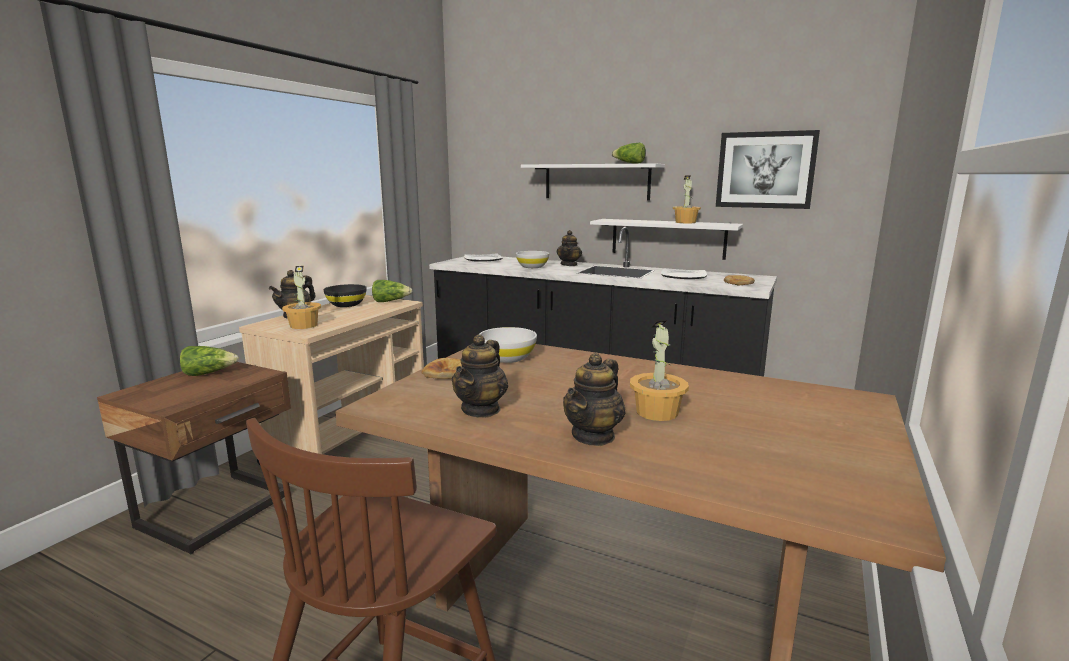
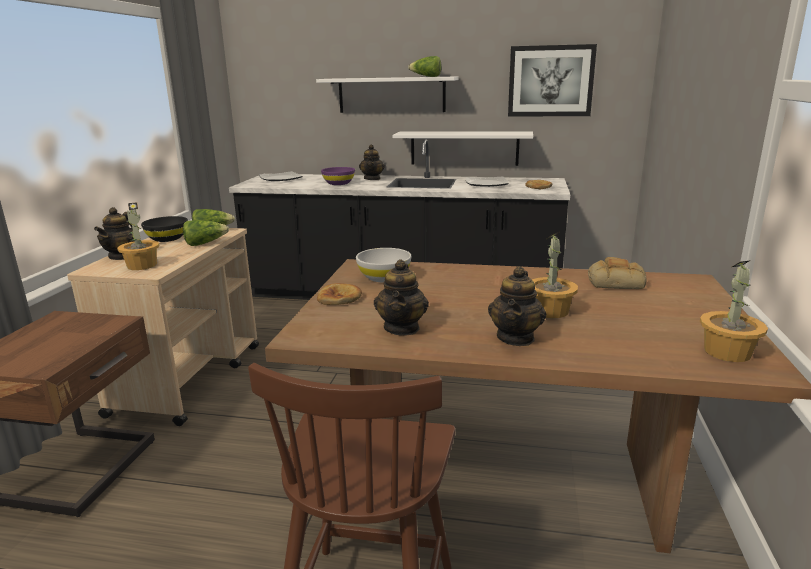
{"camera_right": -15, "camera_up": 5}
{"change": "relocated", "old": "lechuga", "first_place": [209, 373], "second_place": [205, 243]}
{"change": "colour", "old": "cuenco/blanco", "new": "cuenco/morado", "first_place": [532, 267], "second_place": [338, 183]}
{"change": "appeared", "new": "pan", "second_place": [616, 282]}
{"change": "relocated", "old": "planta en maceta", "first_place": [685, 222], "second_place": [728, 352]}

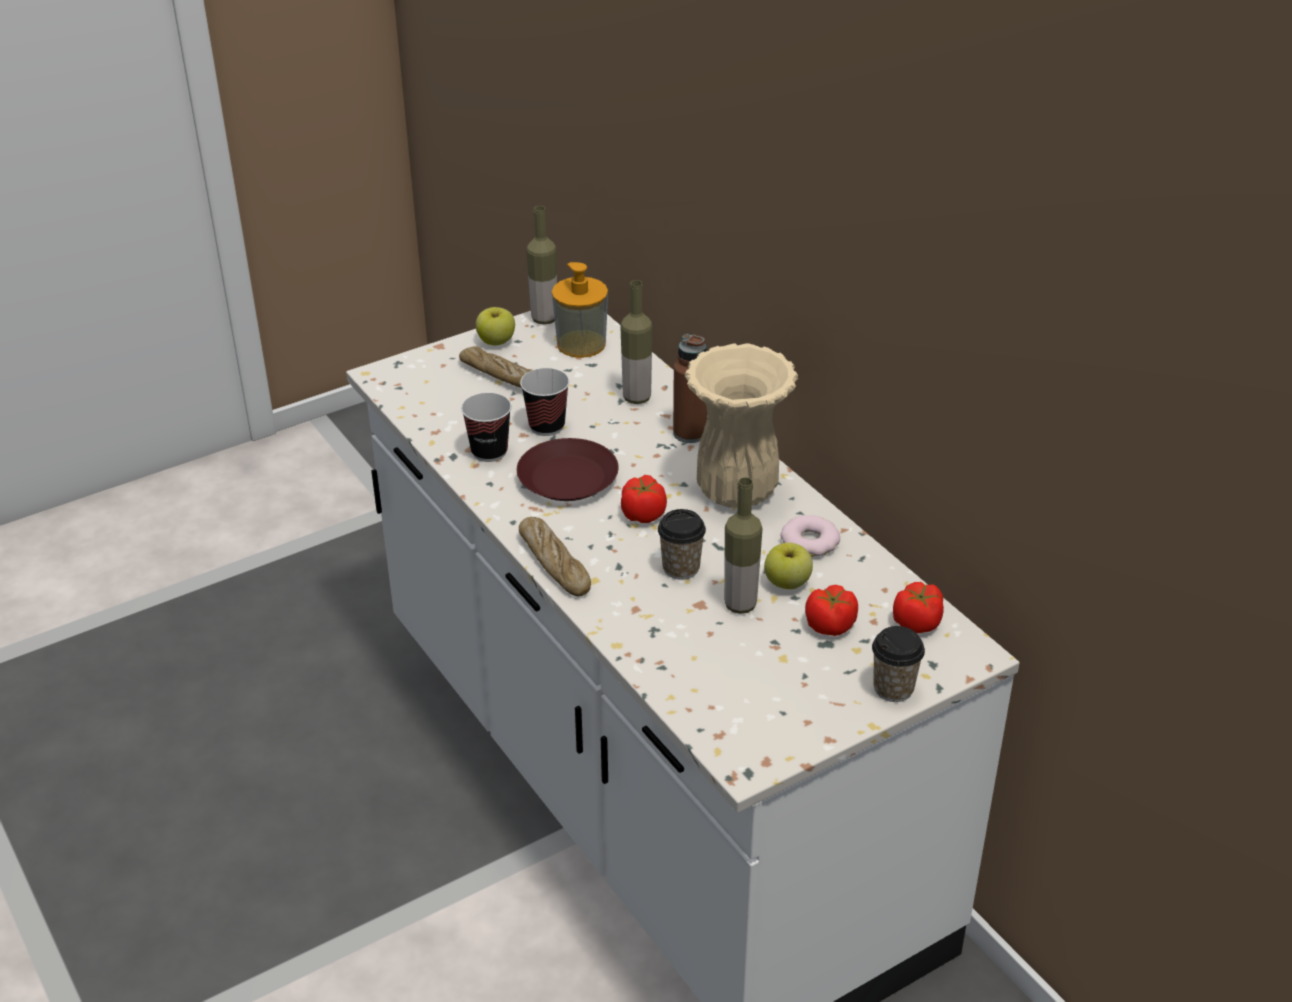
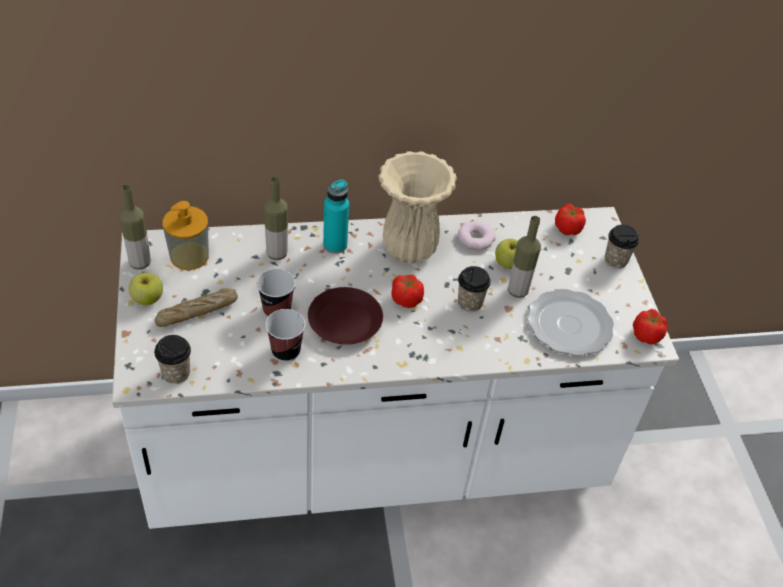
{"camera_right": -70, "camera_up": 10}
{"change": "appeared", "new": "taza", "second_place": [176, 373]}
{"change": "colour", "old": "botella/marrón", "new": "botella/turquesa", "first_place": [690, 433], "second_place": [335, 245]}
{"change": "appeared", "new": "plato", "second_place": [570, 325]}
{"change": "relocated", "old": "tomate", "first_place": [830, 625], "second_place": [646, 335]}
{"change": "missing", "old": "pan", "first_place": [554, 564]}

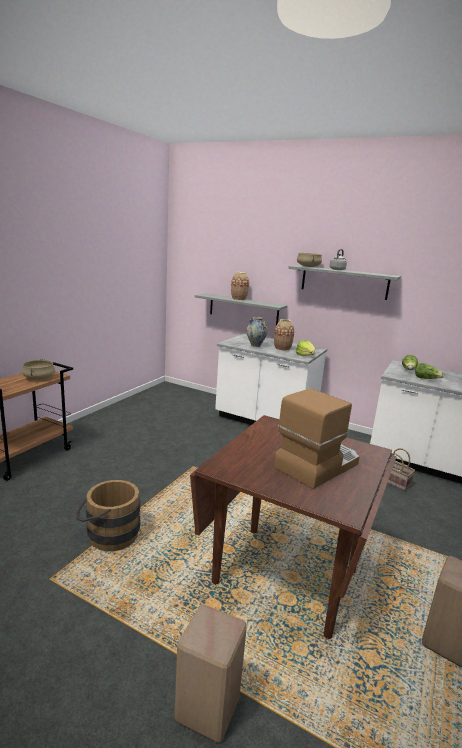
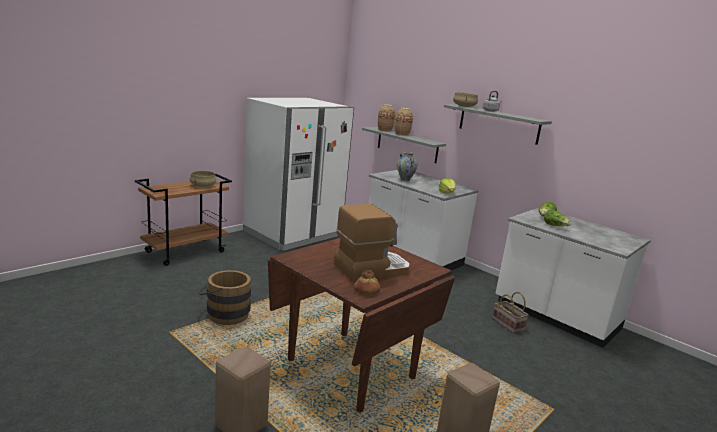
{"camera_right": 15, "camera_up": 0}
{"change": "appeared", "new": "nevera/blanco", "second_place": [293, 234]}
{"change": "appeared", "new": "pan", "second_place": [367, 290]}
{"change": "relocated", "old": "florero", "first_place": [282, 348], "second_place": [384, 130]}

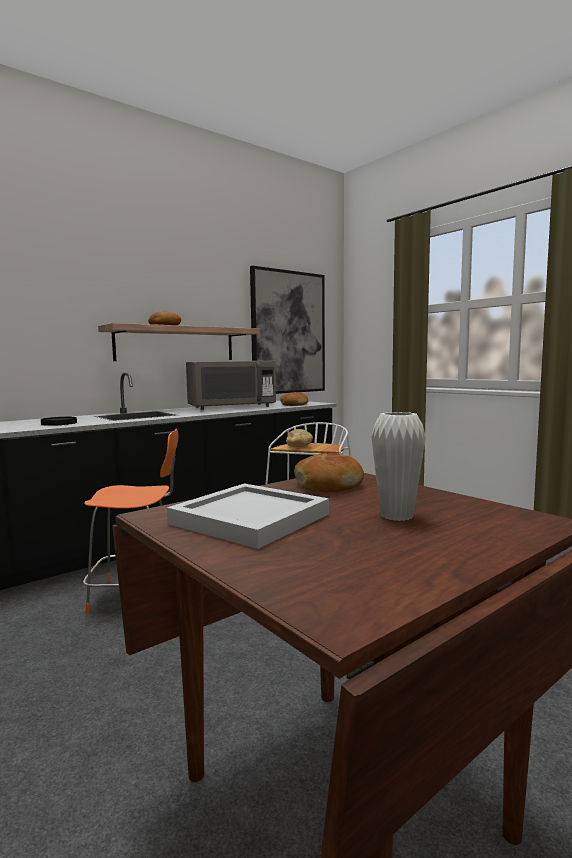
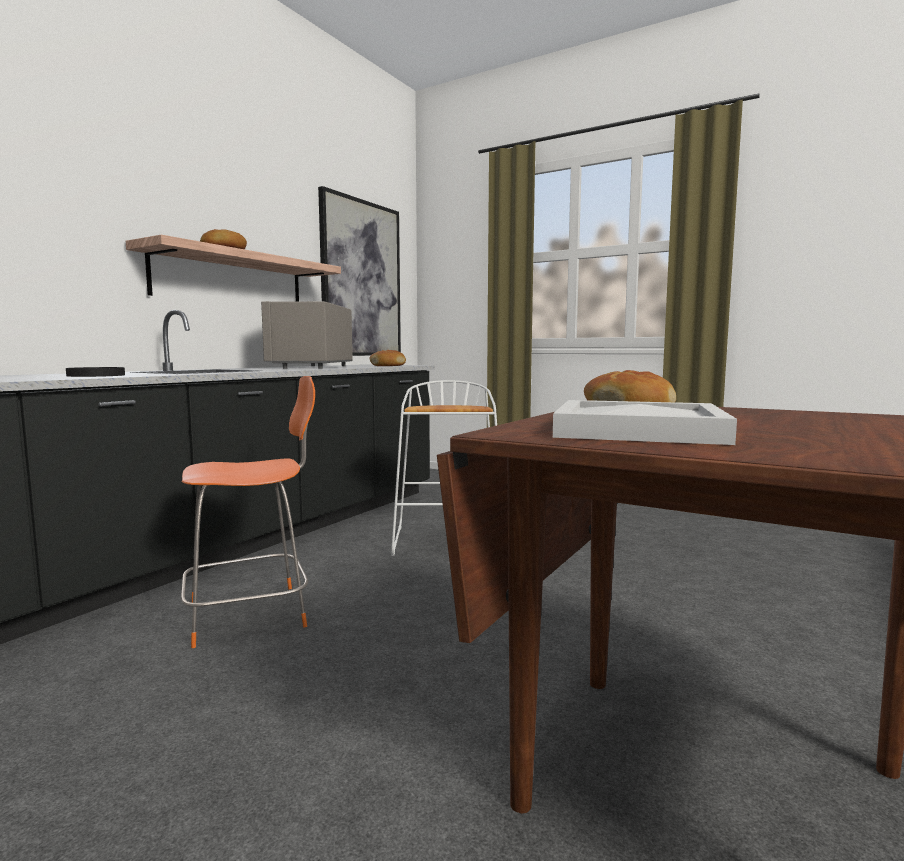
{"camera_right": -20, "camera_up": 0}
{"change": "spun", "old": "microondas/gris", "first_place": [231, 407], "second_place": [312, 367], "degrees": 135}
{"change": "missing", "old": "pan", "first_place": [299, 446]}
{"change": "missing", "old": "florero/blanco", "first_place": [396, 516]}

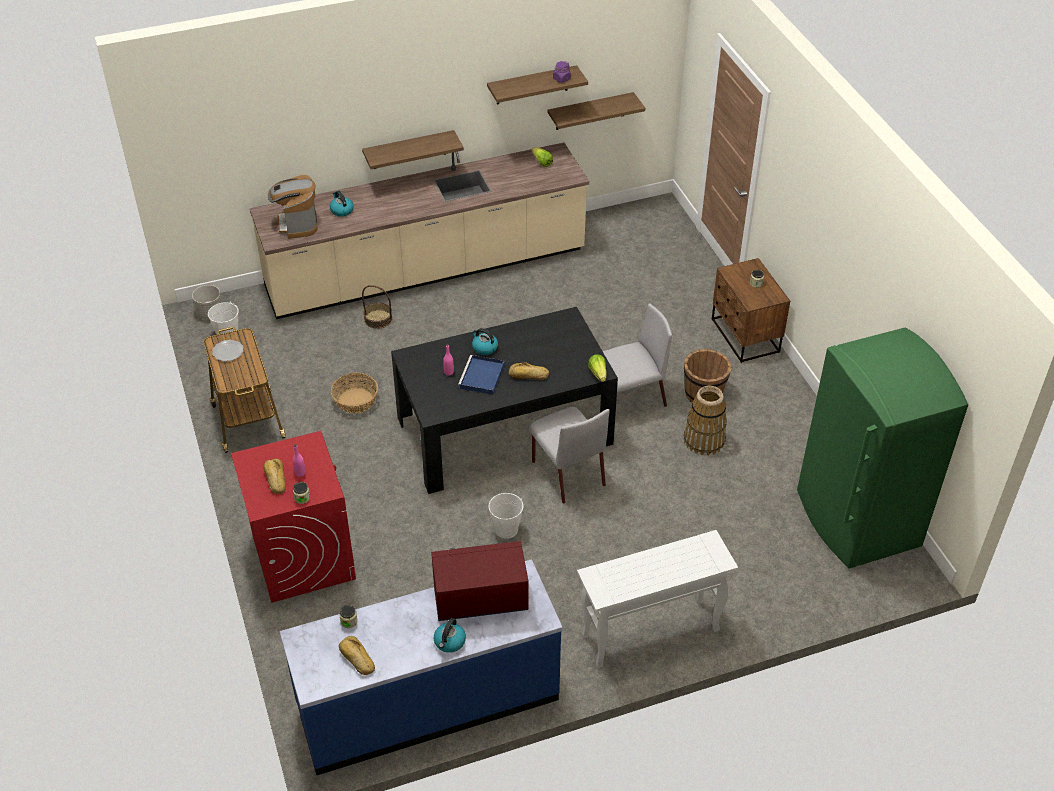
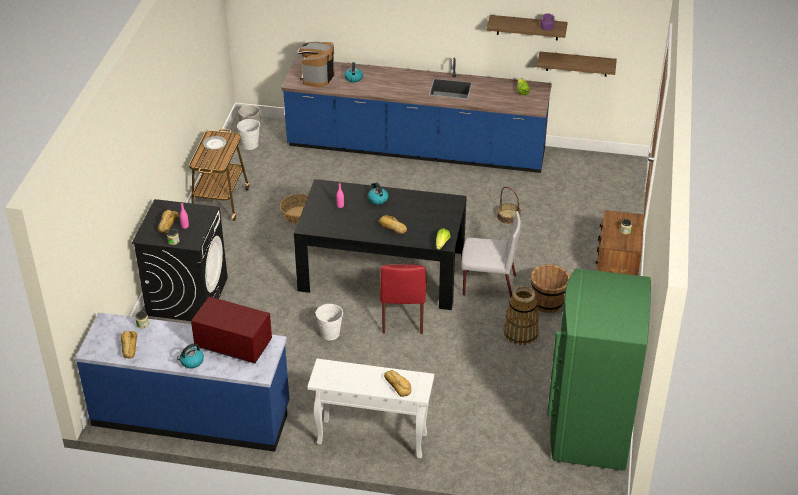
{"camera_right": 30, "camera_up": -5}
{"change": "colour", "old": "lavadora/rojo", "new": "lavadora/negro", "first_place": [303, 556], "second_place": [187, 296]}
{"change": "colour", "old": "mueble bajo de cocina/beis", "new": "mueble bajo de cocina/azul", "first_place": [426, 271], "second_place": [416, 149]}
{"change": "colour", "old": "silla/gris", "new": "silla/rojo", "first_place": [567, 472], "second_place": [403, 315]}
{"change": "appeared", "new": "pan", "second_place": [398, 385]}
{"change": "relocated", "old": "cesta", "first_place": [378, 319], "second_place": [508, 216]}
{"change": "missing", "old": "estante", "first_place": [409, 150]}
{"change": "missing", "old": "bandeja/azul", "first_place": [482, 377]}

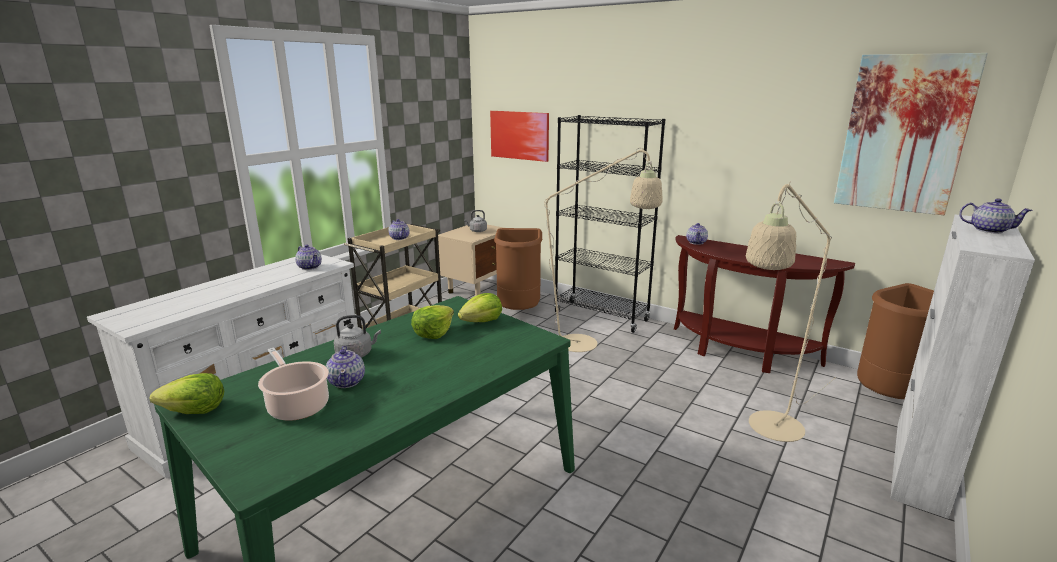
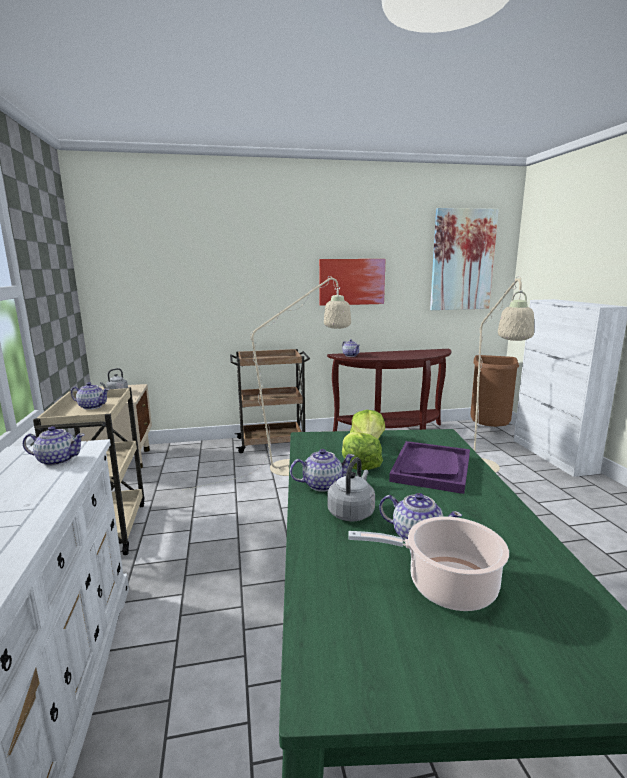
{"camera_right": -45, "camera_up": -5}
{"change": "exchanged", "old": "estantería/negro", "new": "carrito/marrón", "first_place": [601, 316], "second_place": [272, 442]}
{"change": "relocated", "old": "tetera", "first_place": [988, 230], "second_place": [322, 485]}
{"change": "relocated", "old": "cuadro", "first_place": [519, 135], "second_place": [351, 282]}
{"change": "appeared", "new": "bandeja/morado", "second_place": [431, 468]}
{"change": "missing", "old": "lechuga", "first_place": [194, 411]}
{"change": "missing", "old": "papelera/marrón", "first_place": [519, 311]}

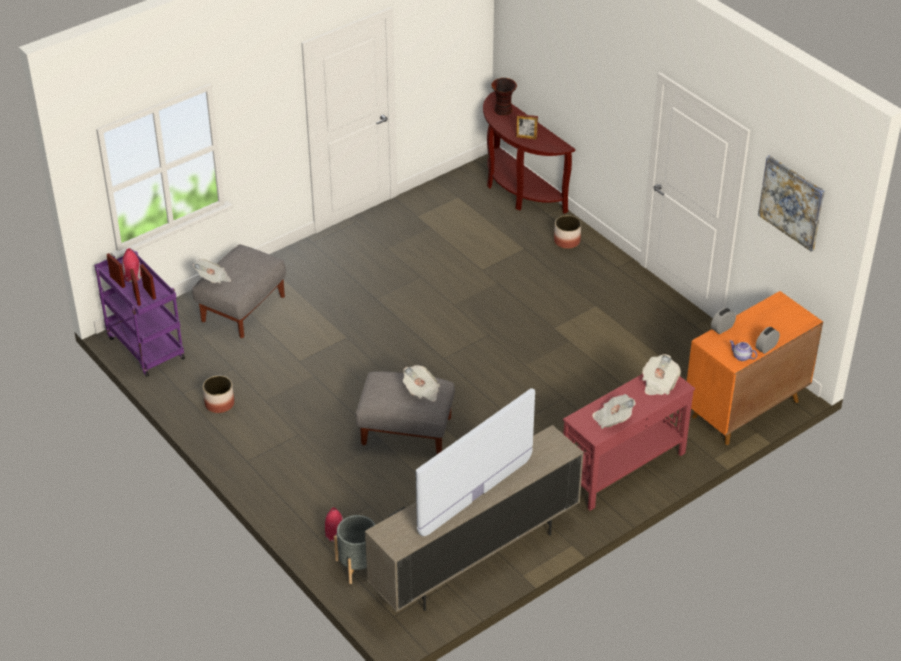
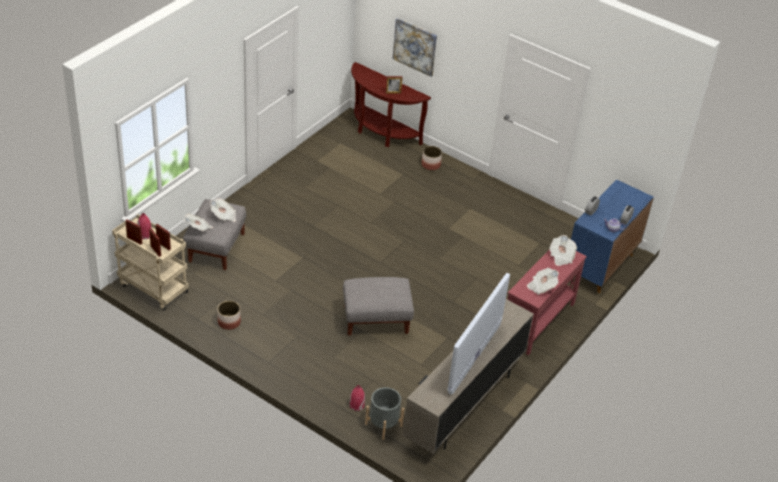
{"camera_right": -20, "camera_up": 0}
{"change": "colour", "old": "carrito/morado", "new": "carrito/beis", "first_place": [144, 347], "second_place": [152, 288]}
{"change": "relocated", "old": "periódico", "first_place": [421, 391], "second_place": [224, 216]}
{"change": "relocated", "old": "cuadro", "first_place": [791, 202], "second_place": [415, 46]}
{"change": "colour", "old": "armario/naranja", "new": "armario/azul", "first_place": [744, 409], "second_place": [600, 266]}
{"change": "missing", "old": "florero", "first_place": [503, 110]}

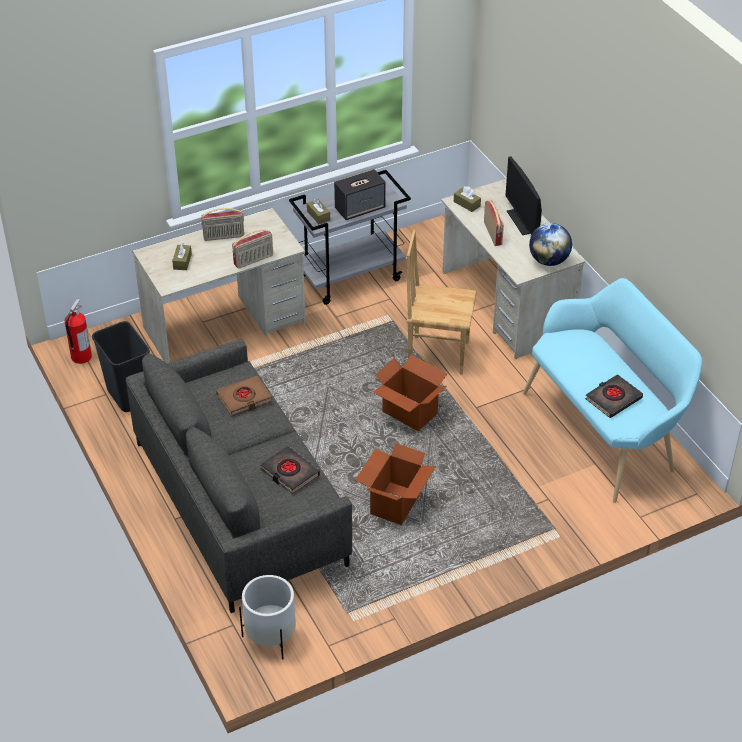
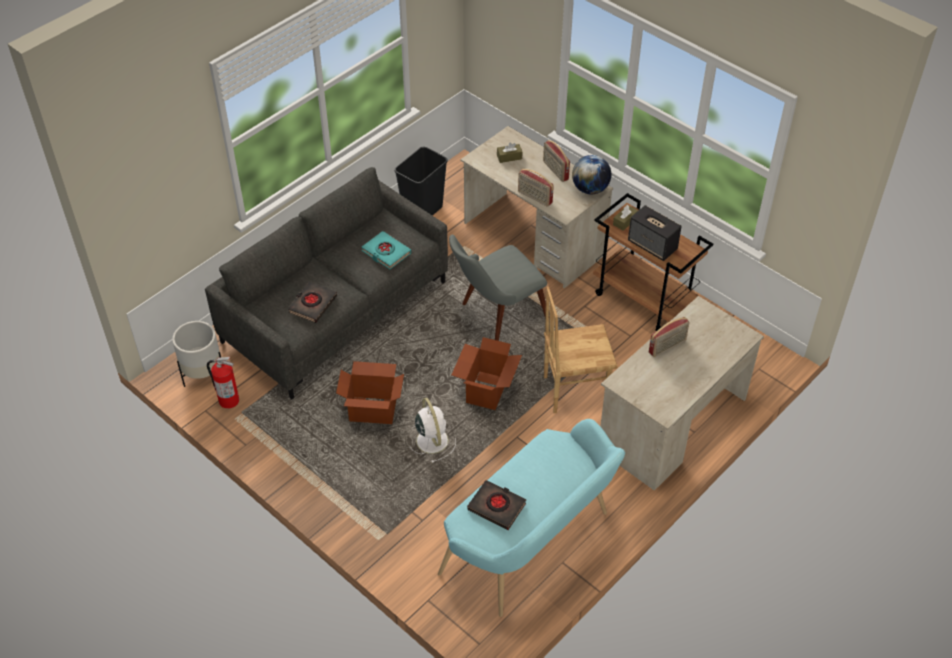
{"camera_right": 70, "camera_up": 5}
{"change": "relocated", "old": "extintor", "first_place": [80, 357], "second_place": [228, 400]}
{"change": "colour", "old": "libro/marrón", "new": "libro/turquesa", "first_place": [244, 399], "second_place": [386, 252]}
{"change": "appeared", "new": "ventilador/blanco", "second_place": [431, 439]}
{"change": "appeared", "new": "silla/gris", "second_place": [495, 315]}
{"change": "spun", "old": "silla/marrón", "first_place": [438, 354], "second_place": [574, 390], "degrees": -90}
{"change": "relocated", "old": "globo terráqueo", "first_place": [549, 261], "second_place": [590, 189]}
{"change": "colour", "old": "carrito/gris", "new": "carrito/marrón", "first_place": [351, 277], "second_place": [644, 301]}
{"change": "missing", "old": "caja de pañuelos/marrón", "first_place": [467, 204]}
{"change": "missing", "old": "monitor", "first_place": [523, 221]}

